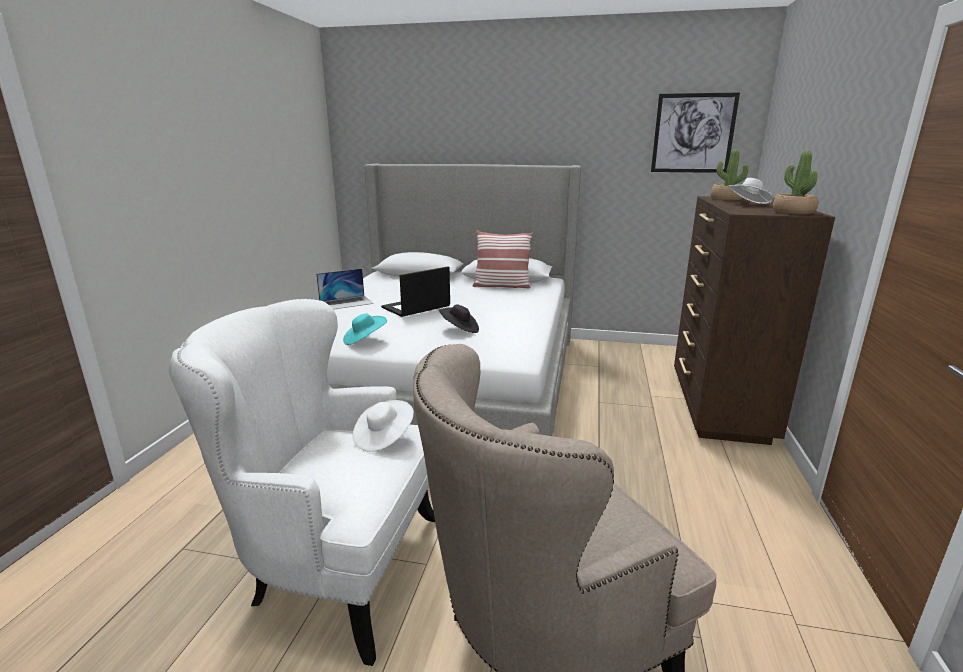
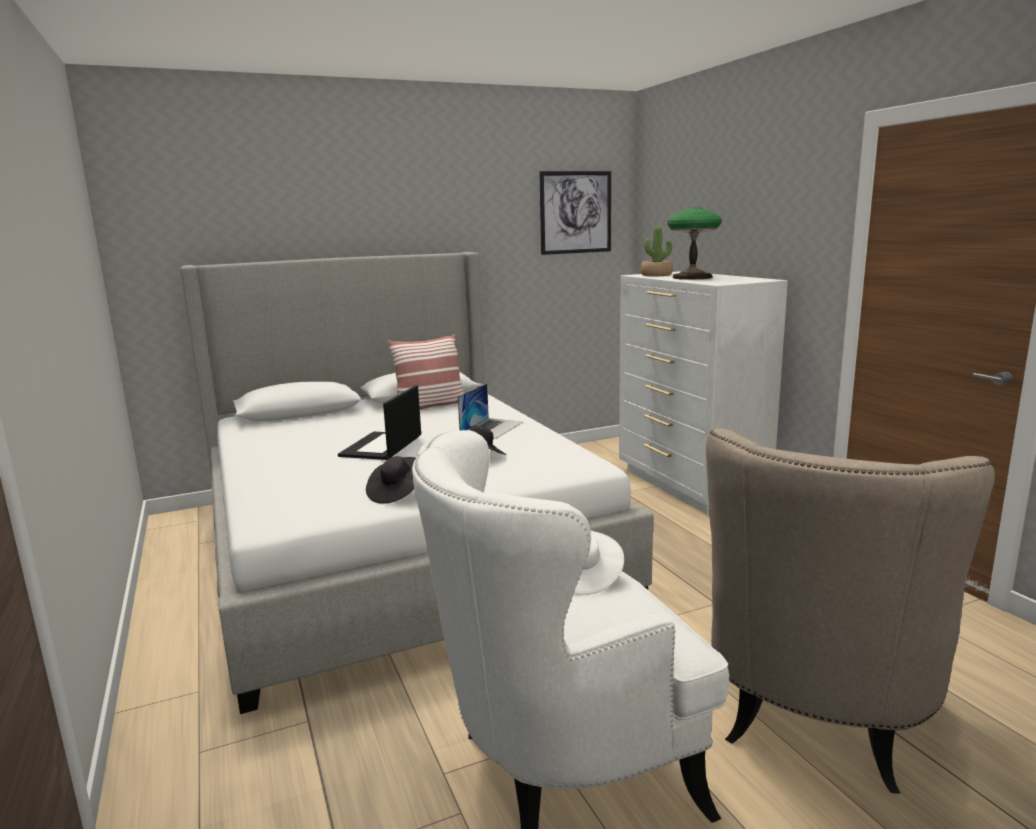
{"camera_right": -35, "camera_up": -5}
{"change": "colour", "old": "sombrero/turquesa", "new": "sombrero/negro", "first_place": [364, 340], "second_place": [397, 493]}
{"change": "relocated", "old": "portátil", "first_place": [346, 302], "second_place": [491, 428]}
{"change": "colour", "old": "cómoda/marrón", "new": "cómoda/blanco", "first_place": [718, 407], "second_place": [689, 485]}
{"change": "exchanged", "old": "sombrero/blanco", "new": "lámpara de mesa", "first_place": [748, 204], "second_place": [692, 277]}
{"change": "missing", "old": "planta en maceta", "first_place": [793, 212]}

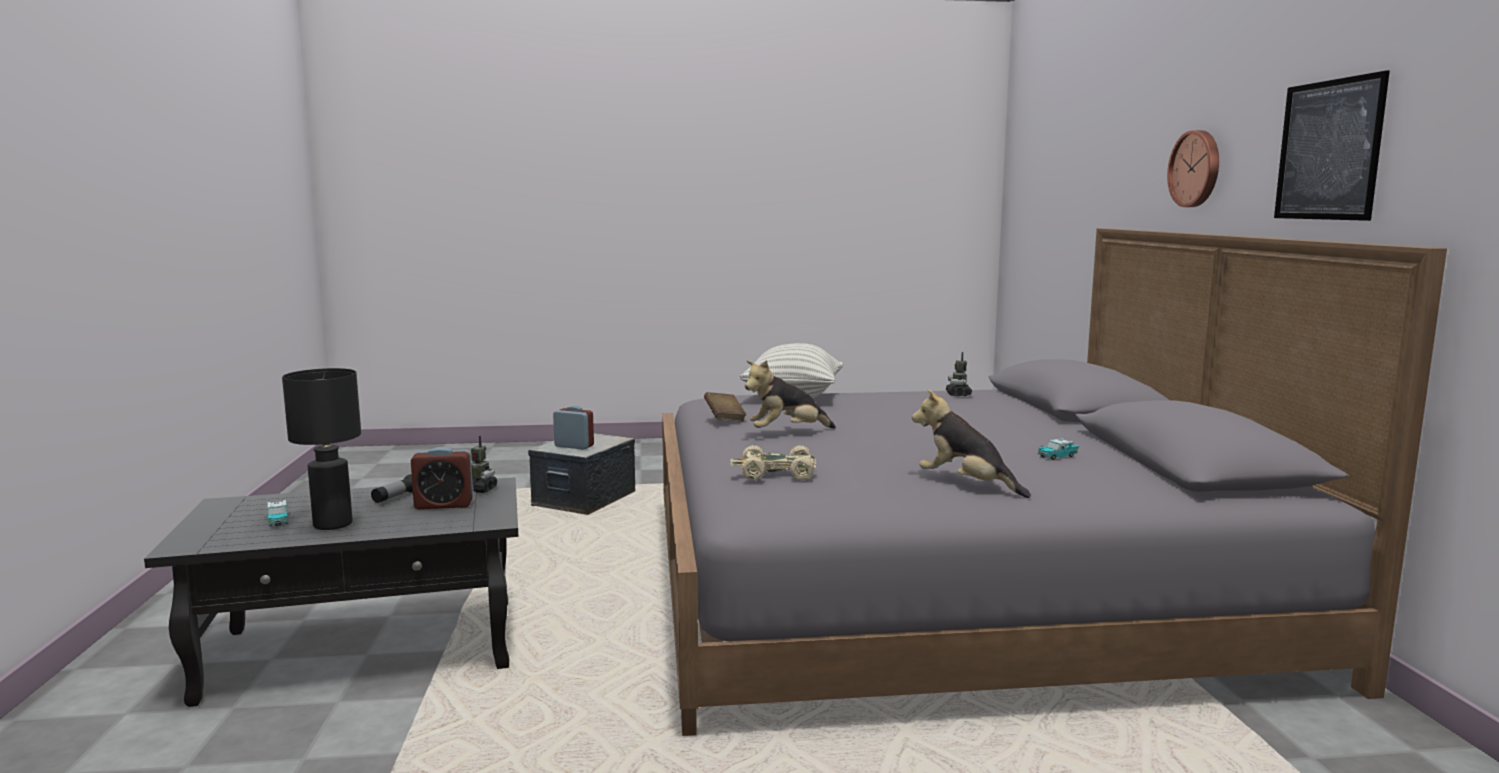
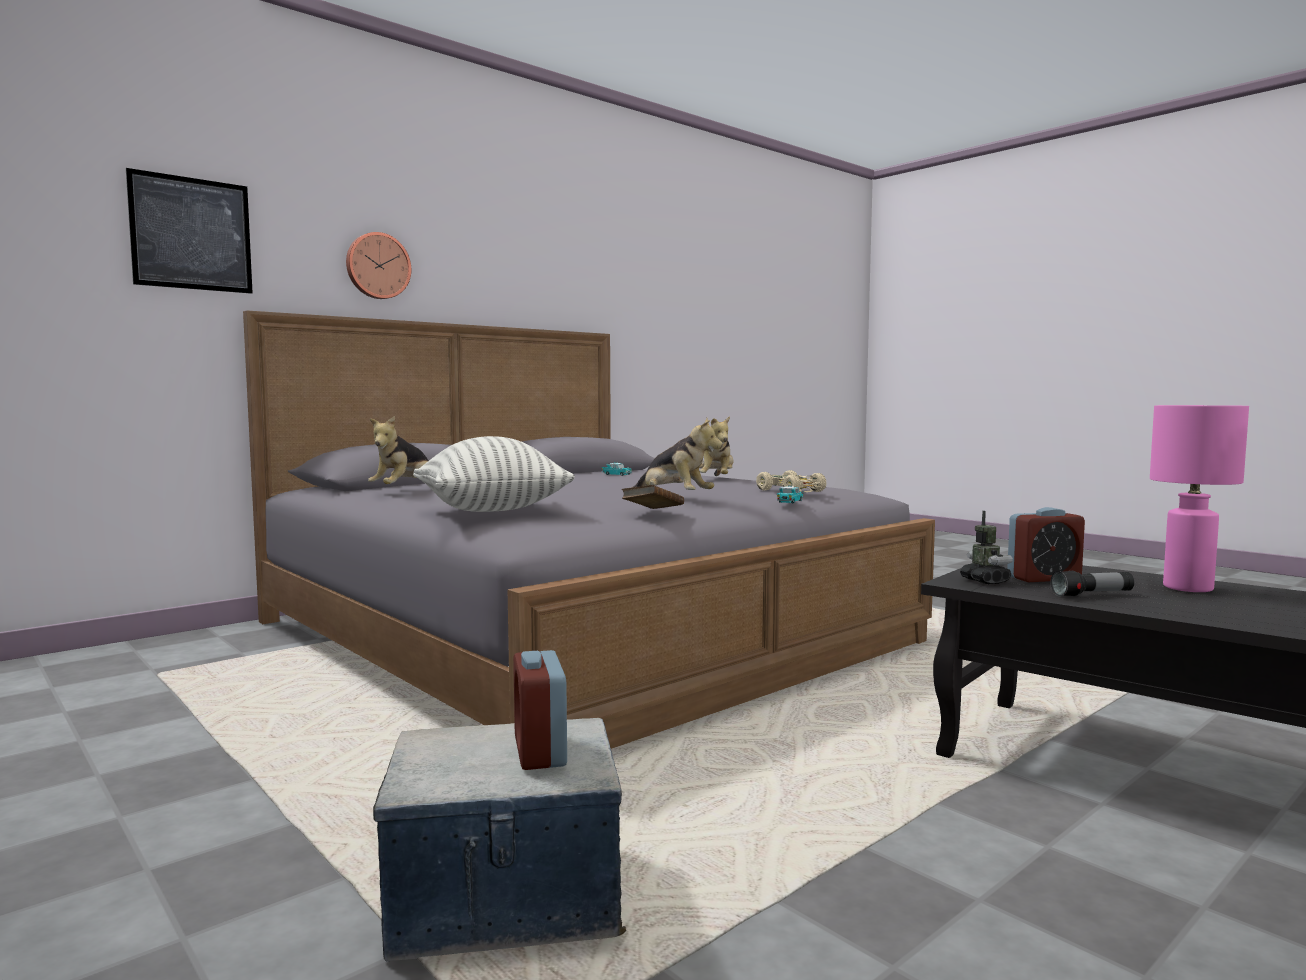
{"camera_right": -125, "camera_up": -5}
{"change": "relocated", "old": "cuadro", "first_place": [1328, 150], "second_place": [191, 234]}
{"change": "exchanged", "old": "robot de juguete", "new": "peluche", "first_place": [958, 394], "second_place": [405, 490]}
{"change": "relocated", "old": "coche de juguete", "first_place": [278, 520], "second_place": [790, 502]}
{"change": "spun", "old": "despertador", "first_place": [444, 505], "second_place": [1043, 578], "degrees": 120}
{"change": "colour", "old": "lámpara de mesa/negro", "new": "lámpara de mesa/rosa", "first_place": [332, 524], "second_place": [1189, 588]}

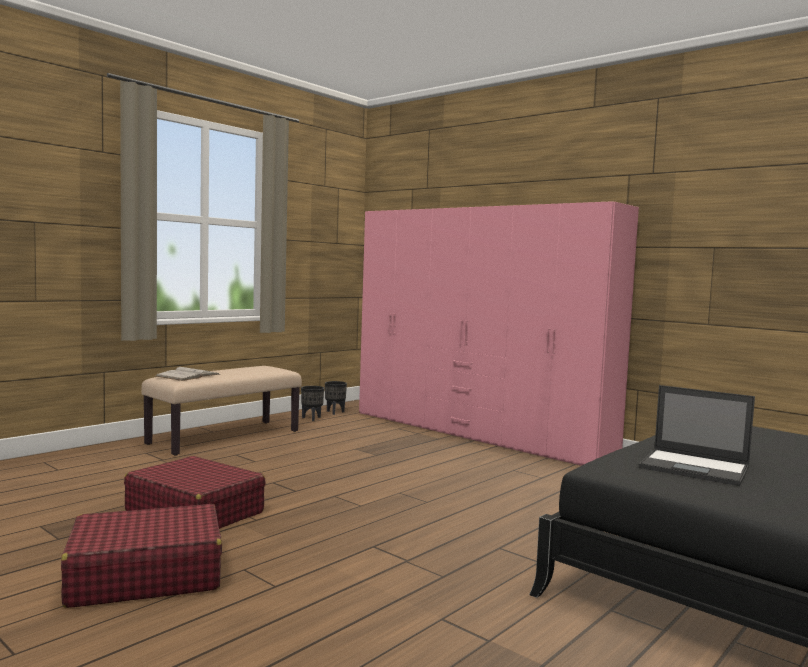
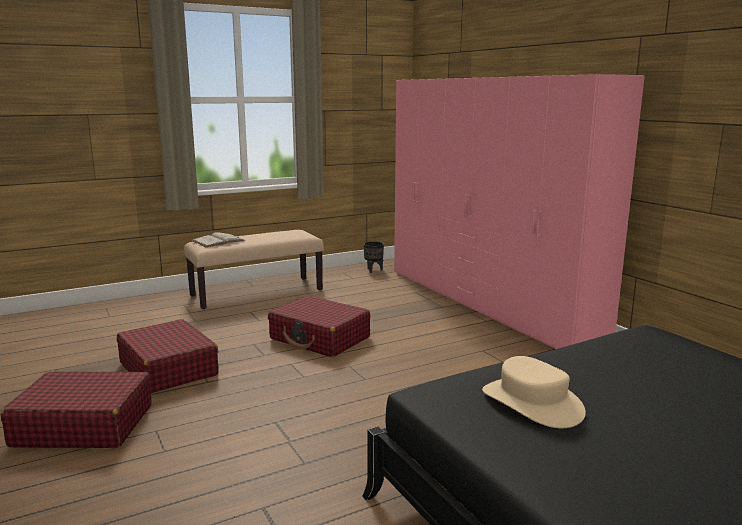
{"camera_right": 20, "camera_up": 10}
{"change": "appeared", "new": "maleta/rojo", "second_place": [320, 338]}
{"change": "exchanged", "old": "portátil", "new": "sombrero/beis", "first_place": [695, 468], "second_place": [532, 403]}
{"change": "missing", "old": "maceta/negro", "first_place": [312, 418]}

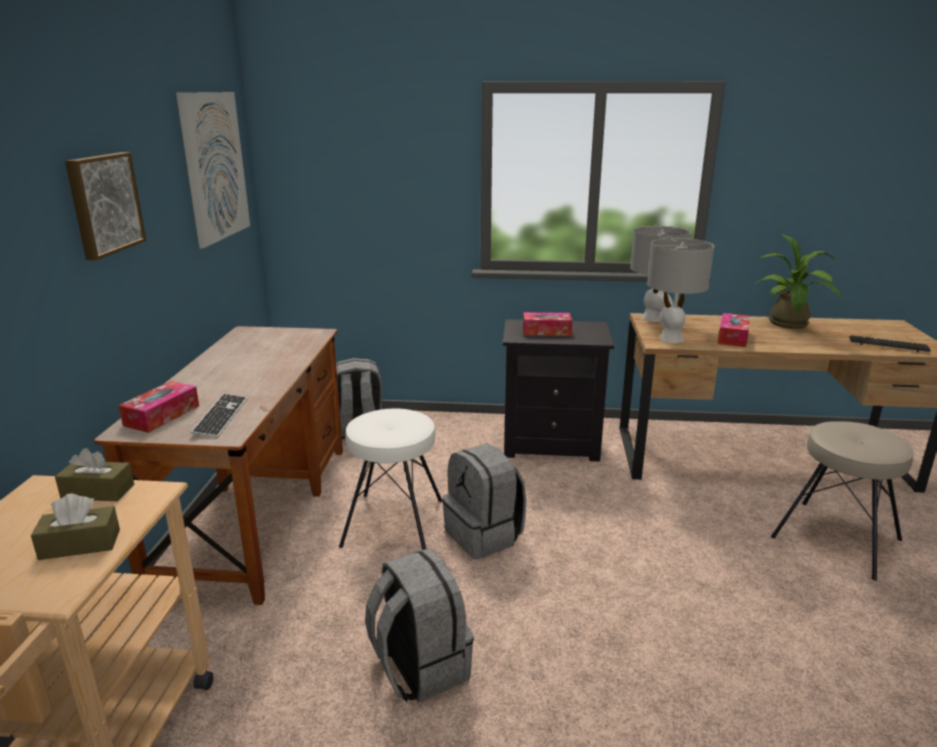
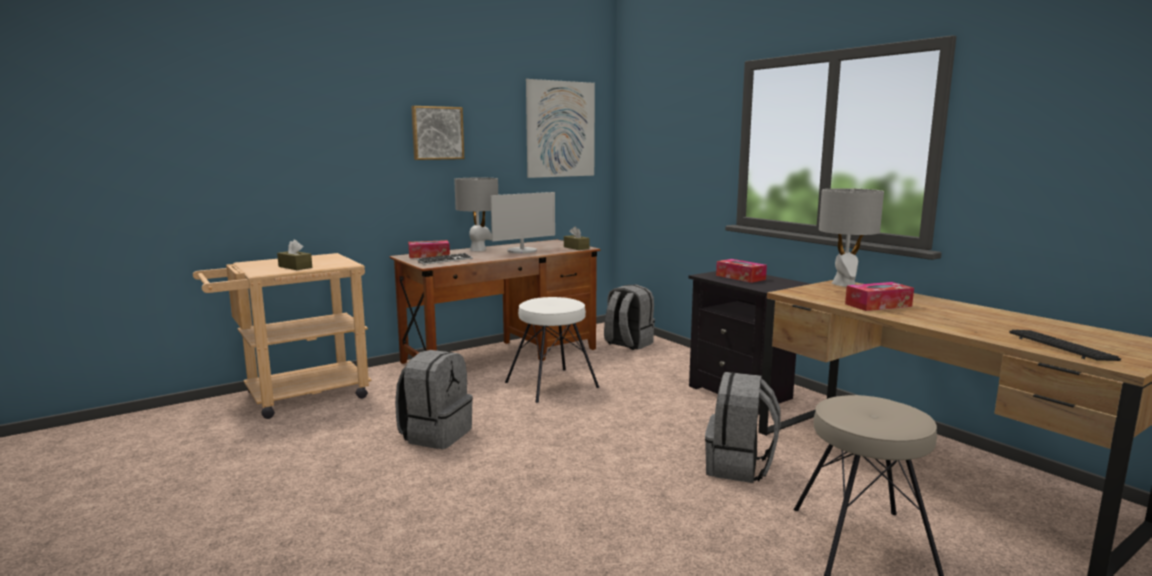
{"camera_right": 50, "camera_up": -10}
{"change": "relocated", "old": "lámpara de mesa/gris", "first_place": [671, 338], "second_place": [478, 249]}
{"change": "appeared", "new": "monitor", "second_place": [522, 251]}
{"change": "relocated", "old": "caja de pañuelos/marrón", "first_place": [98, 492], "second_place": [576, 248]}
{"change": "relocated", "old": "mochila/gris", "first_place": [484, 535], "second_place": [739, 467]}
{"change": "missing", "old": "planta en maceta", "first_place": [789, 325]}

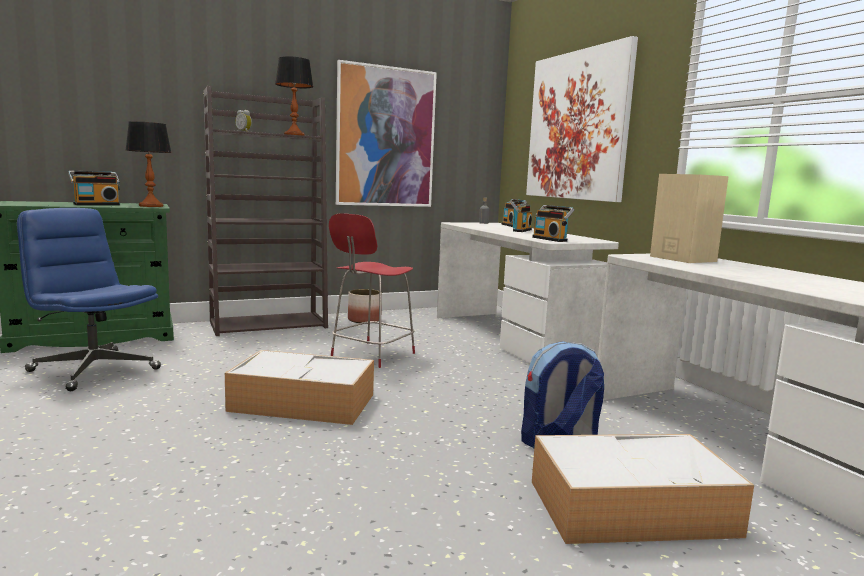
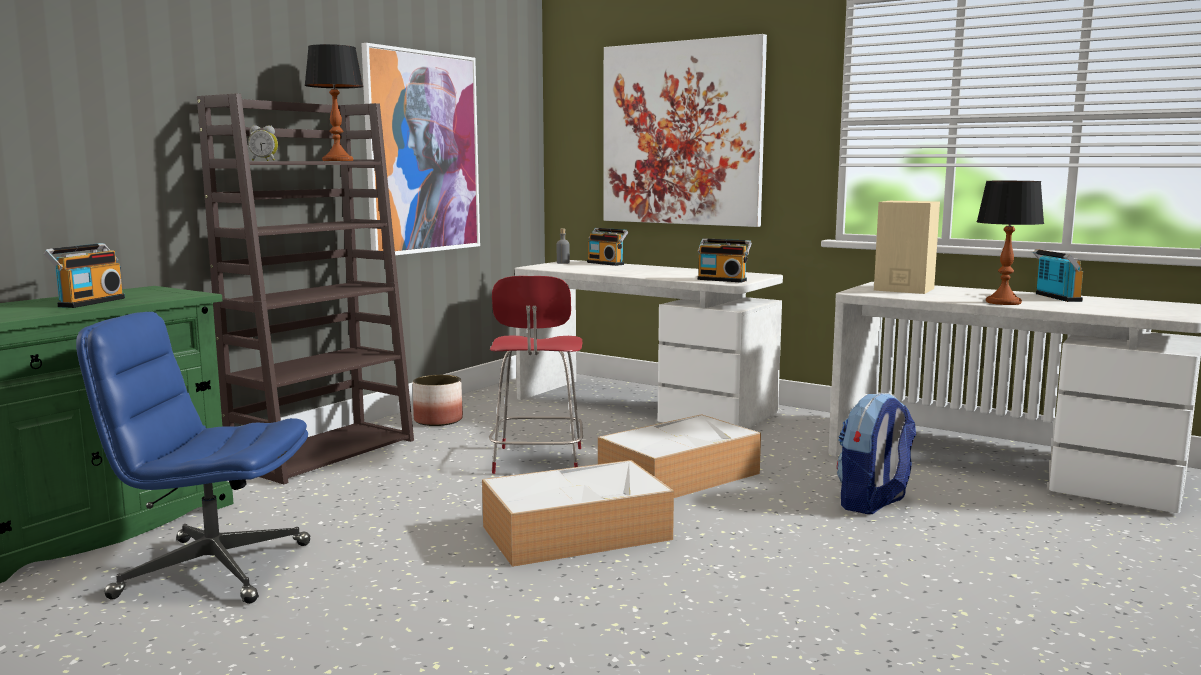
{"camera_right": -30, "camera_up": 0}
{"change": "relocated", "old": "caja de almacenaje", "first_place": [633, 507], "second_place": [680, 475]}
{"change": "relocated", "old": "lámpara de mesa", "first_place": [150, 206], "second_place": [1003, 302]}
{"change": "relocated", "old": "radio", "first_place": [520, 230], "second_place": [1055, 297]}

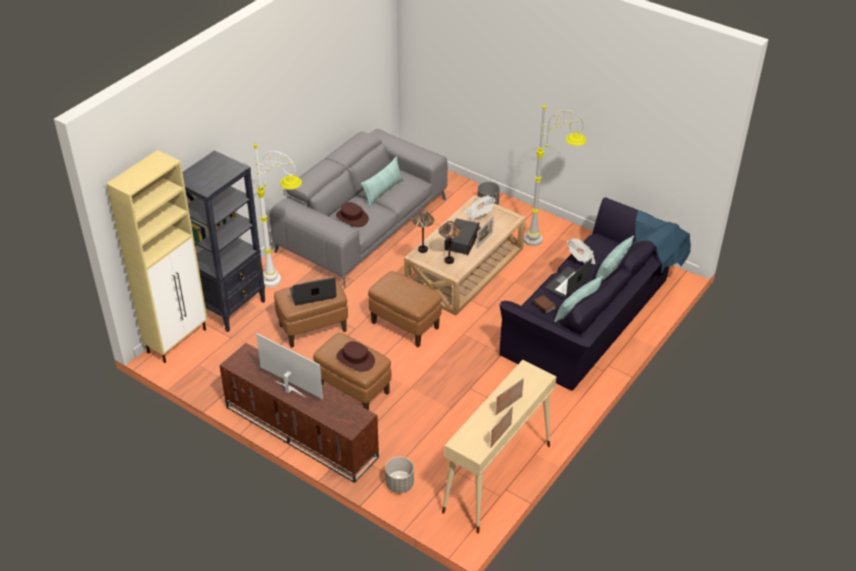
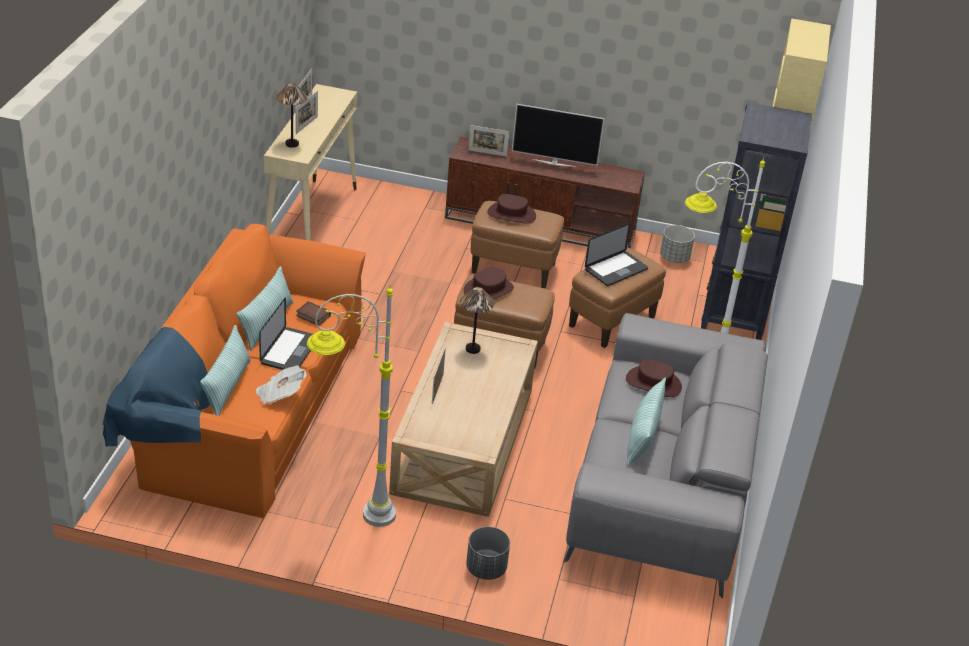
{"camera_right": 155, "camera_up": -5}
{"change": "colour", "old": "sofá/negro", "new": "sofá/naranja", "first_place": [592, 318], "second_place": [246, 405]}
{"change": "relocated", "old": "lámpara de mesa", "first_place": [423, 250], "second_place": [291, 144]}
{"change": "appeared", "new": "sombrero/marrón", "second_place": [488, 290]}
{"change": "appeared", "new": "portarretratos", "second_place": [487, 153]}
{"change": "relocated", "old": "maceta/gris", "first_place": [399, 484], "second_place": [674, 258]}
{"change": "missing", "old": "radio", "first_place": [462, 241]}
{"change": "missing", "old": "periódico", "first_place": [479, 213]}

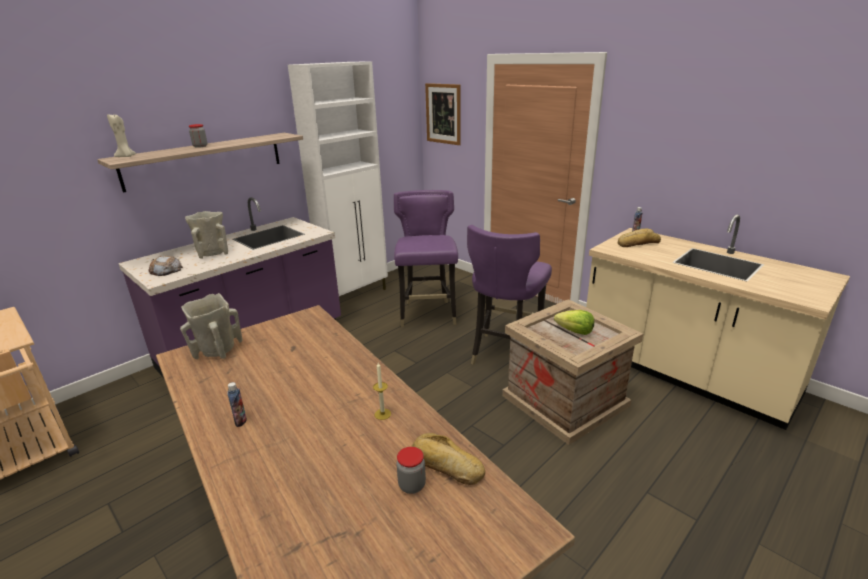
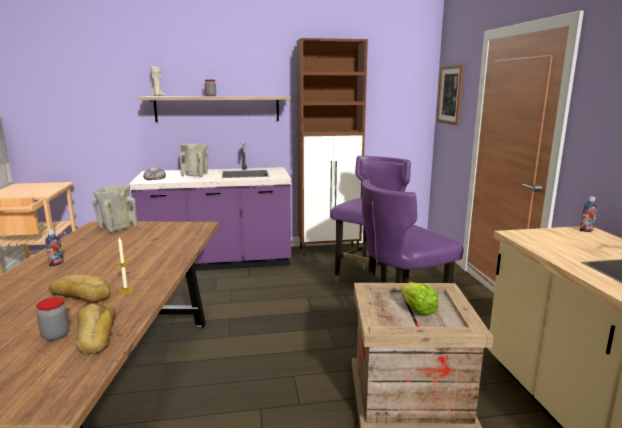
{"camera_right": 35, "camera_up": -10}
{"change": "relocated", "old": "pan", "first_place": [637, 243], "second_place": [81, 295]}
{"change": "colour", "old": "armario/blanco", "new": "armario/marrón", "first_place": [356, 295], "second_place": [329, 250]}

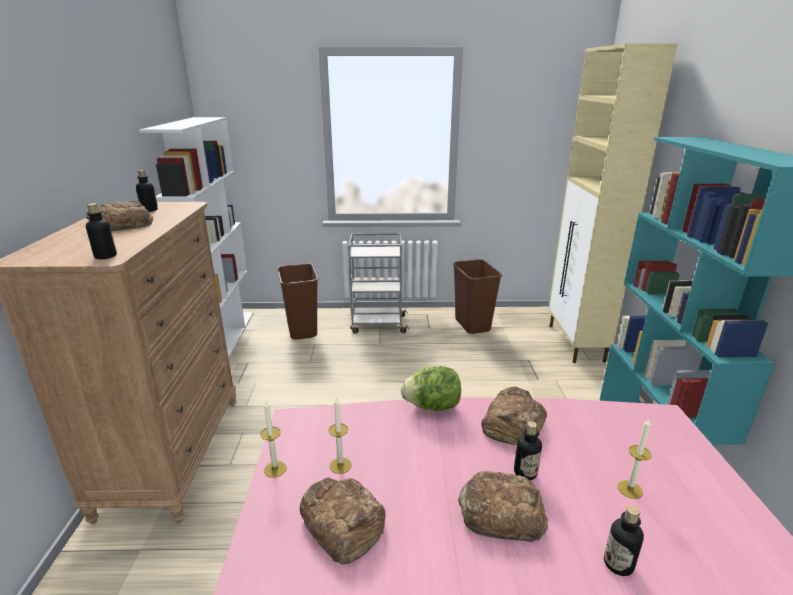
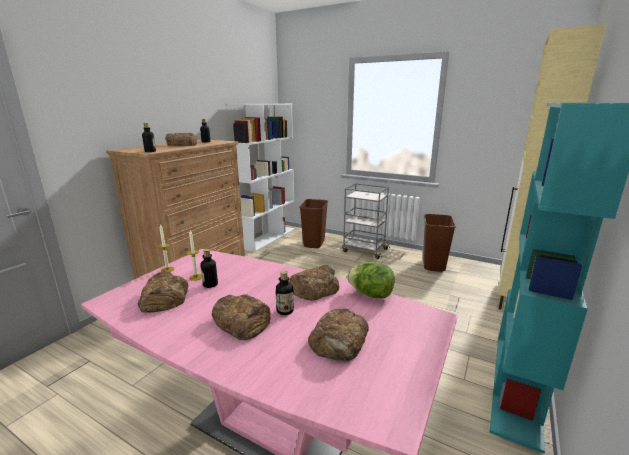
{"camera_right": 30, "camera_up": -5}
{"change": "relocated", "old": "botella", "first_place": [618, 564], "second_place": [210, 285]}
{"change": "exchanged", "old": "vela", "new": "pan", "first_place": [630, 489], "second_place": [339, 341]}
{"change": "relocated", "old": "lechuga", "first_place": [432, 406], "second_place": [371, 294]}

